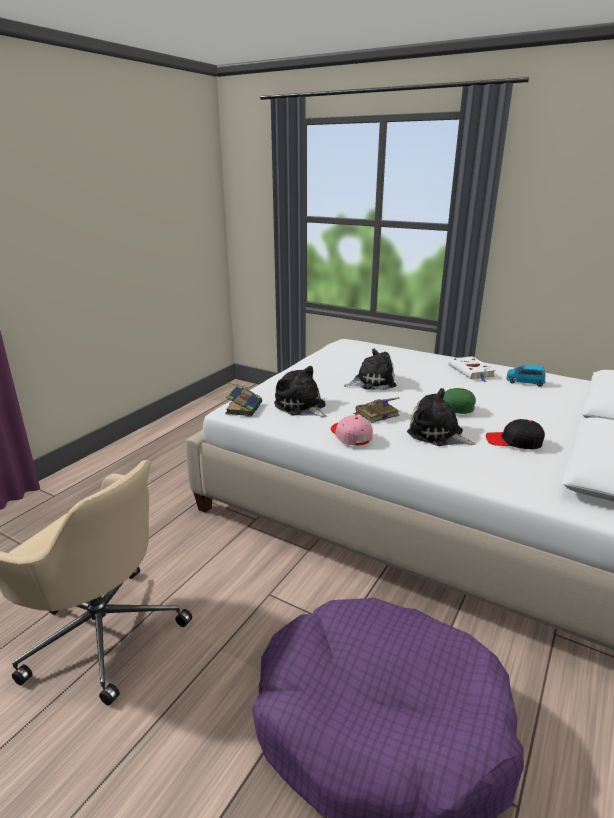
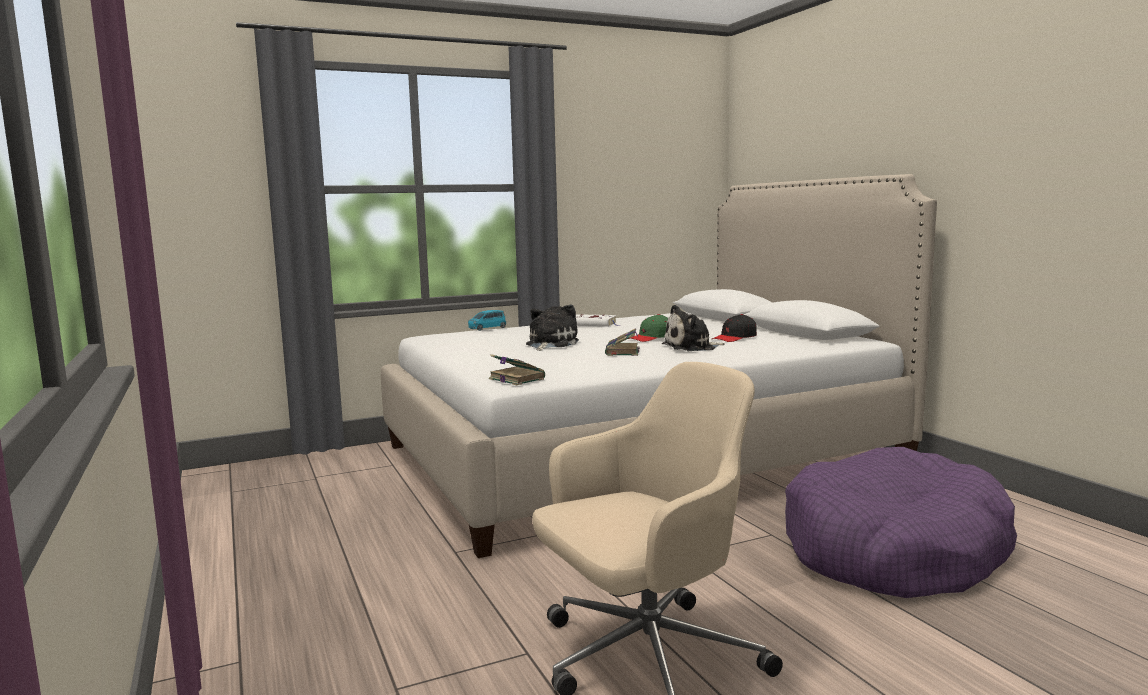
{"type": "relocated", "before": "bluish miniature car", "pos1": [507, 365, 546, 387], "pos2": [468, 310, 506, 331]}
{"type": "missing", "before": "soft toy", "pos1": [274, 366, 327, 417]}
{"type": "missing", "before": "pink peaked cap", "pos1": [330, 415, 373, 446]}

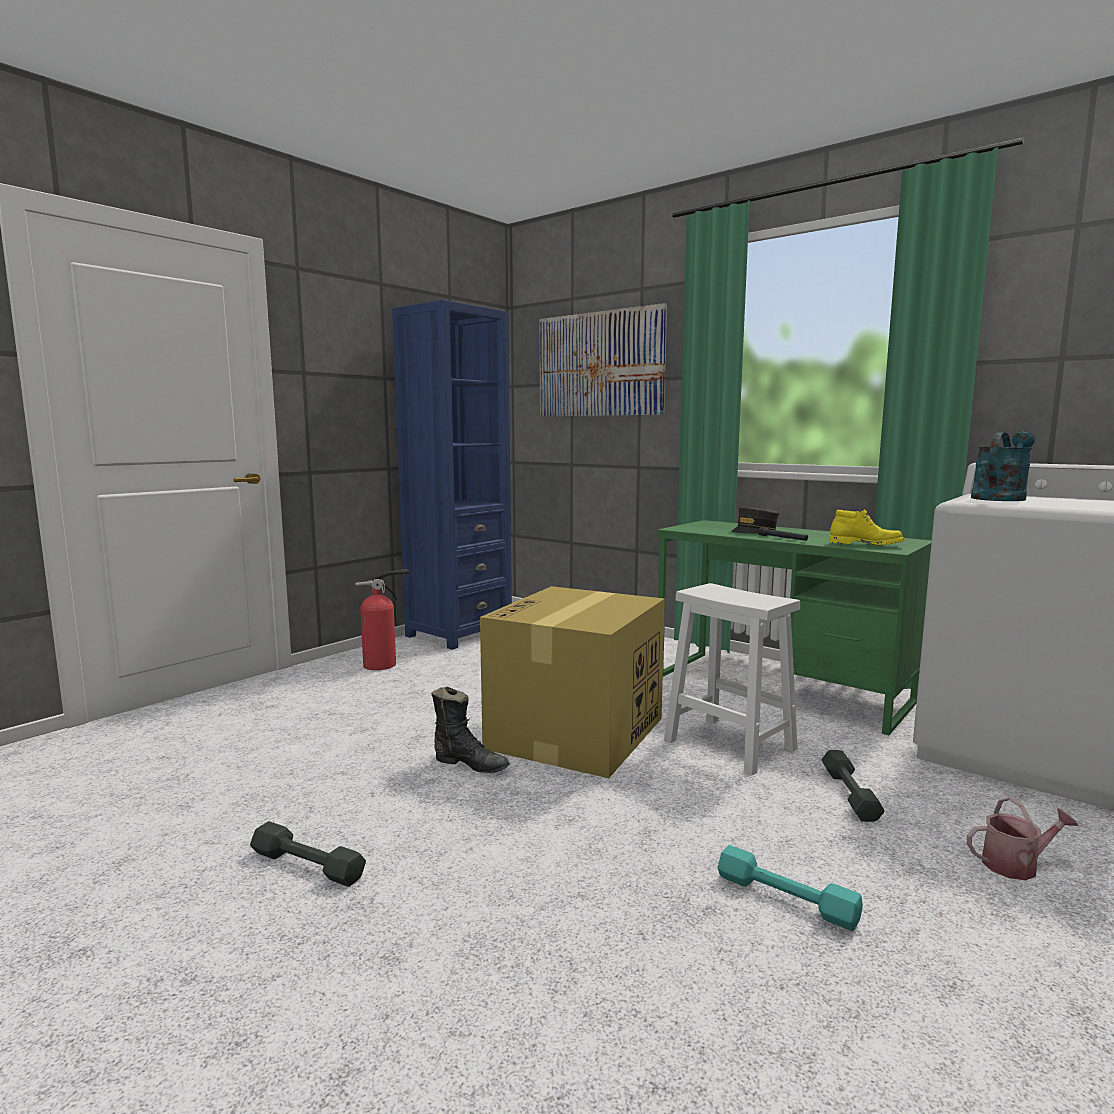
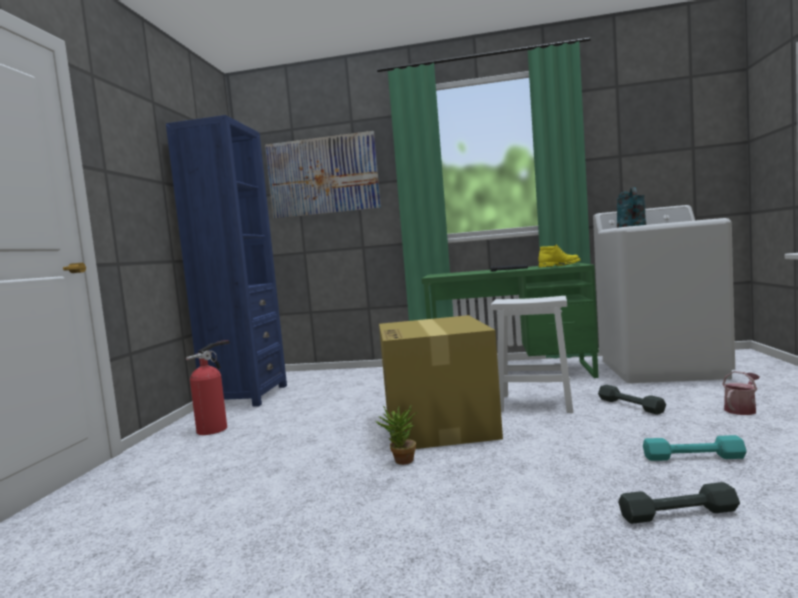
{"type": "missing", "before": "gray peaked cap", "pos1": [731, 507, 779, 534]}
{"type": "exchanged", "before": "black-coloured tall boot", "after": "potted plant", "pos1": [431, 687, 510, 773], "pos2": [375, 405, 417, 465]}
{"type": "relocated", "before": "gray hand weight", "pos1": [250, 821, 366, 887], "pos2": [618, 482, 740, 524]}

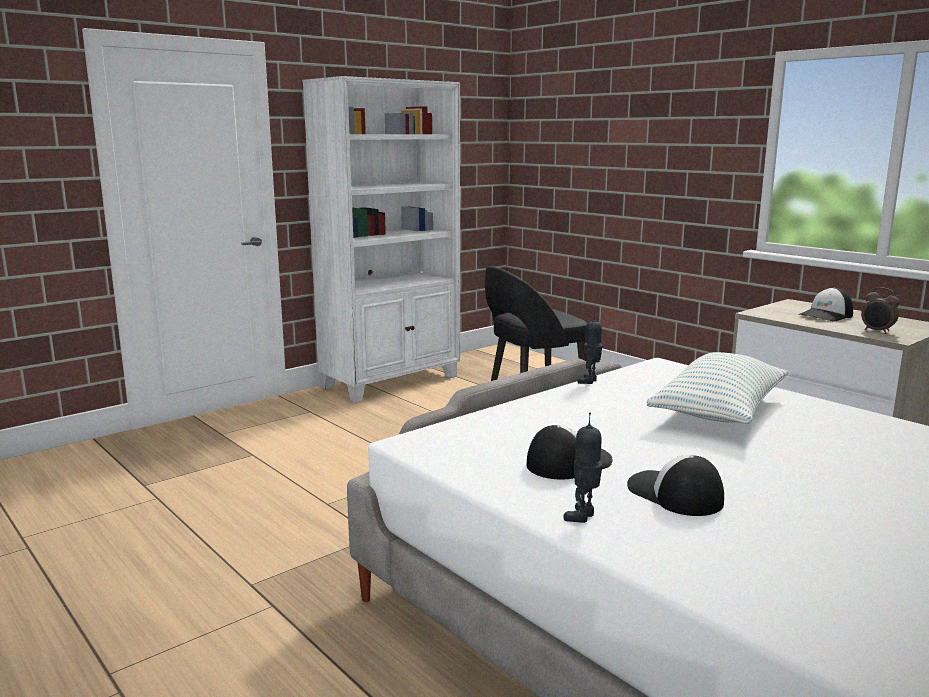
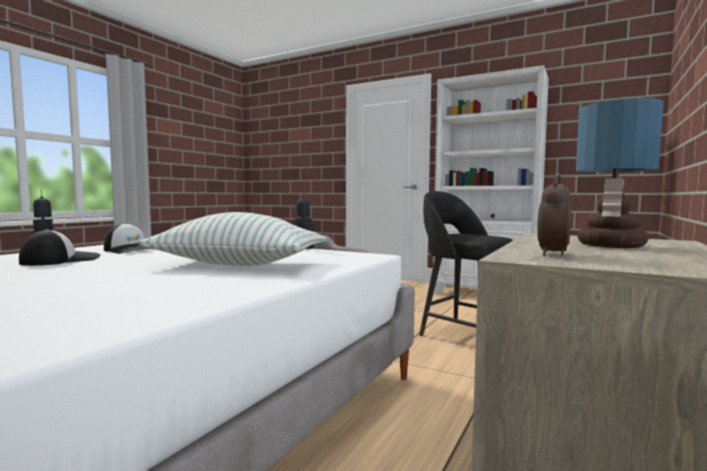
{"type": "exchanged", "before": "peaked cap", "after": "lamp for a table", "pos1": [798, 288, 853, 322], "pos2": [576, 98, 664, 248]}

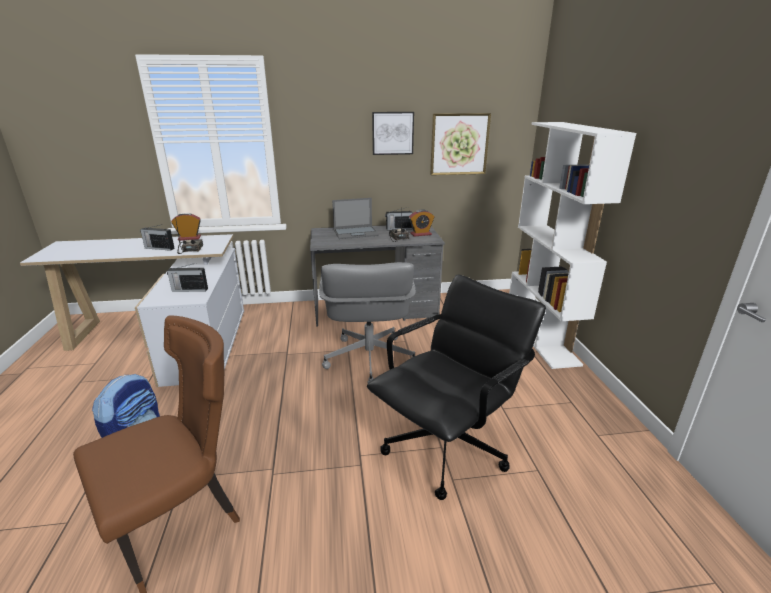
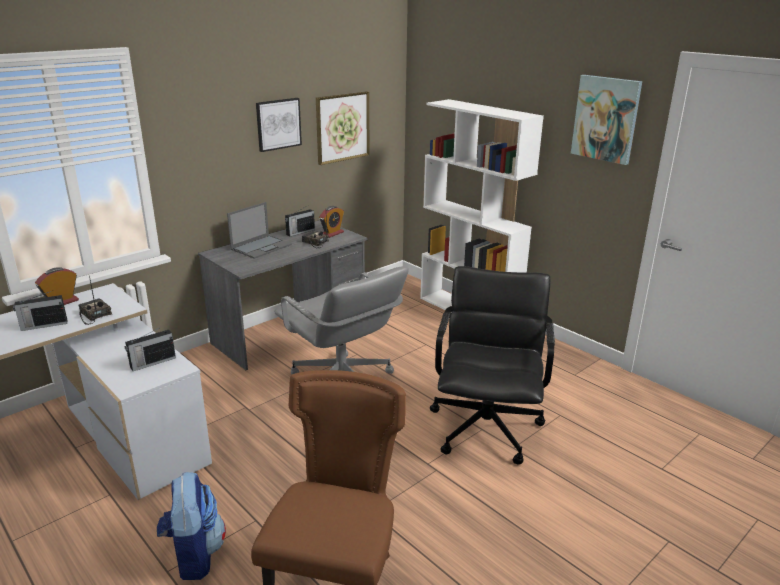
{"type": "appeared", "after": "wall art", "pos2": [571, 75, 642, 165]}

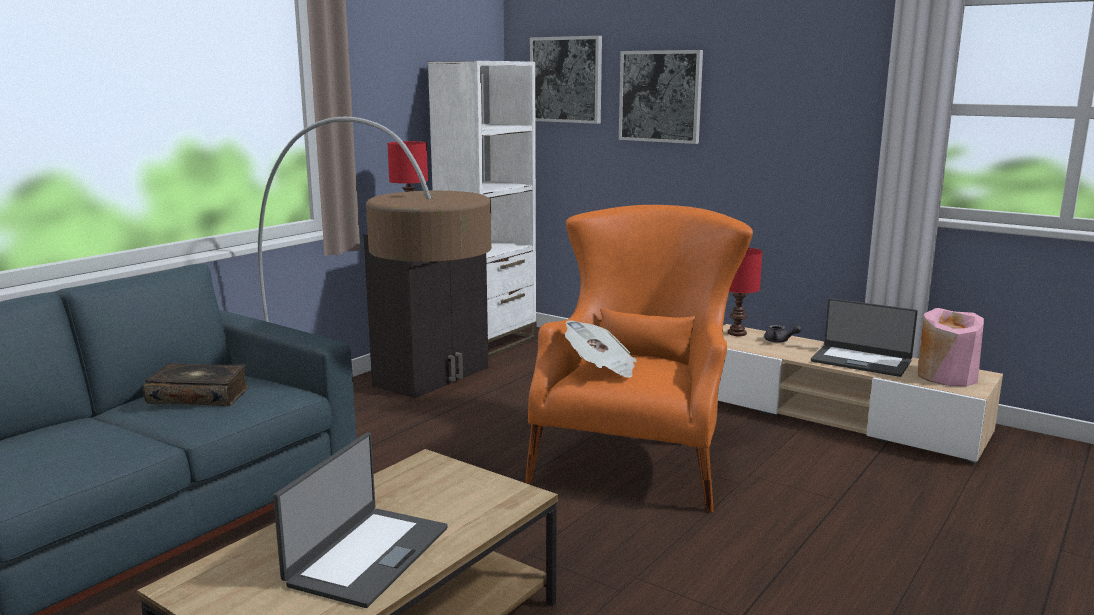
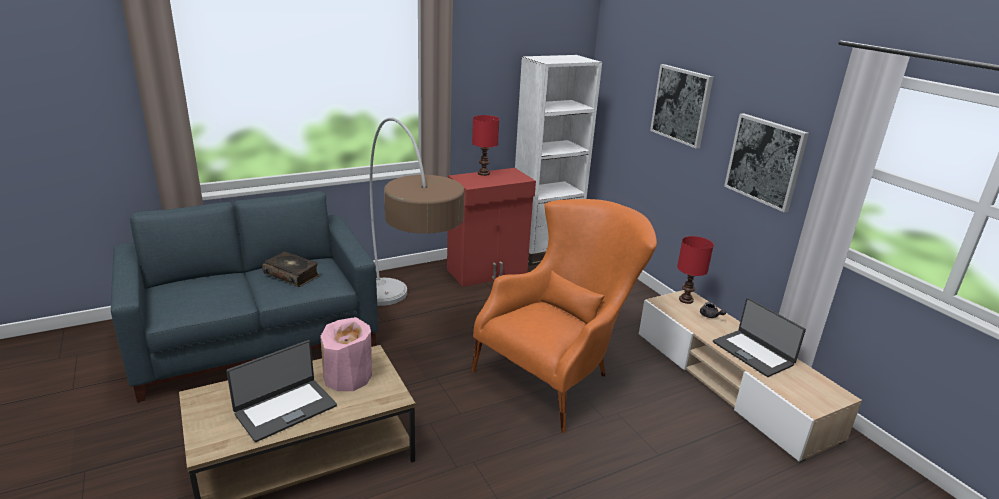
{"type": "relocated", "before": "wall art", "pos1": [530, 36, 602, 124], "pos2": [724, 113, 809, 212]}
{"type": "colour", "before": "black-coloured cupboard", "after": "red cupboard", "pos1": [363, 233, 488, 399], "pos2": [447, 168, 536, 287]}
{"type": "relocated", "before": "pink decorative vase", "pos1": [918, 308, 984, 386], "pos2": [320, 317, 372, 391]}
{"type": "missing", "before": "printed paper", "pos1": [564, 320, 637, 378]}

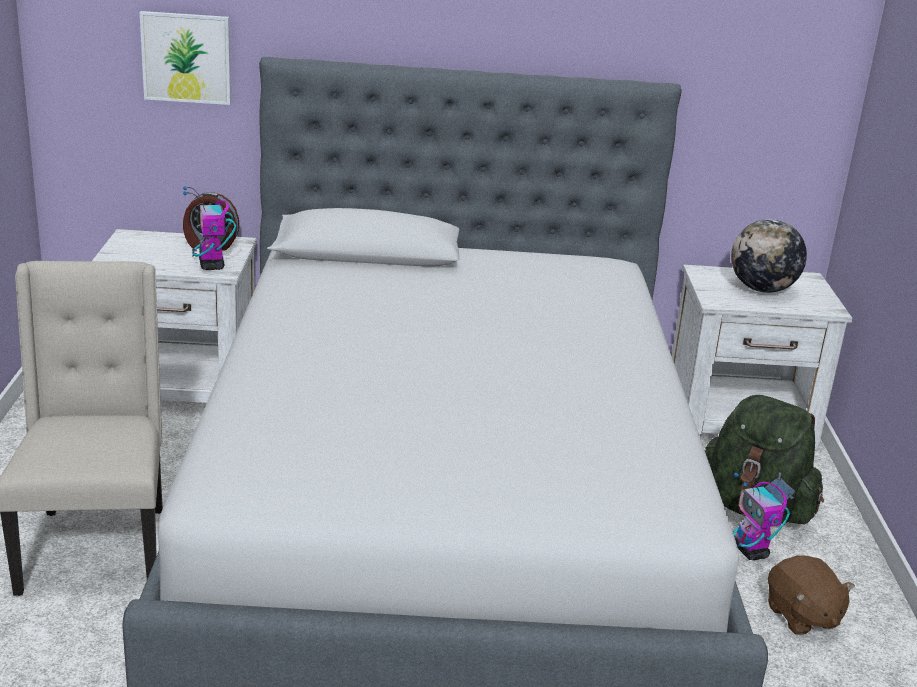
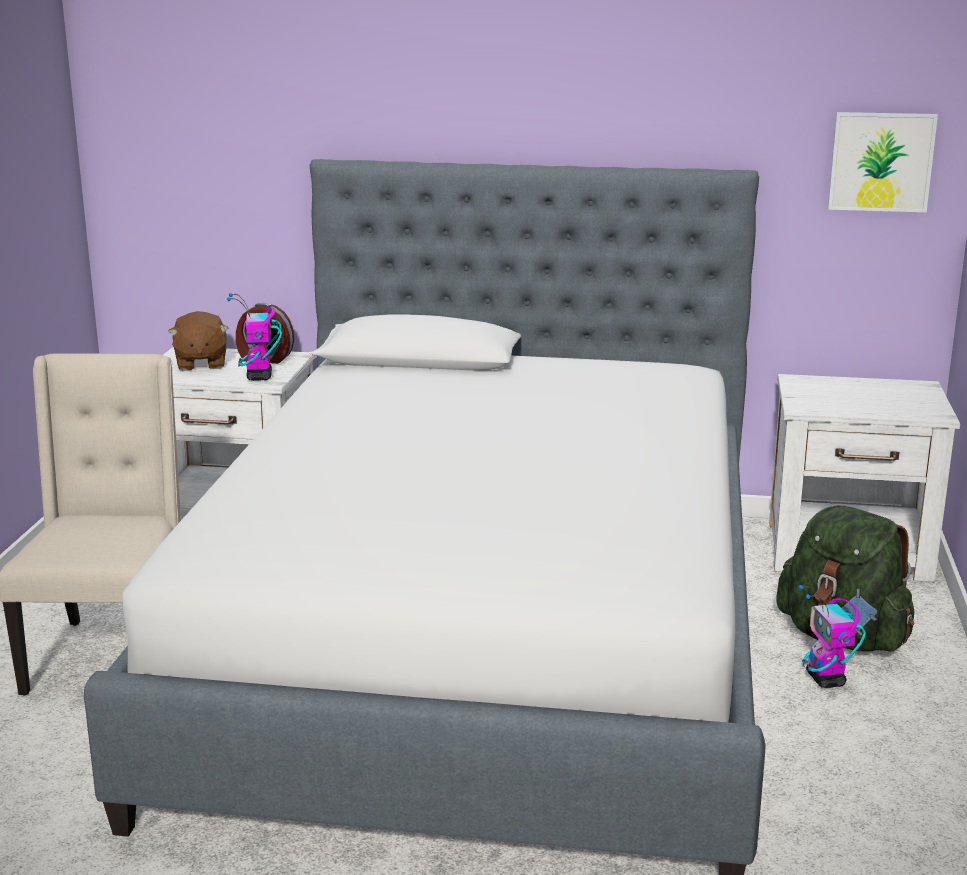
{"type": "relocated", "before": "wall art", "pos1": [140, 11, 231, 105], "pos2": [828, 112, 938, 212]}
{"type": "missing", "before": "globe", "pos1": [731, 219, 807, 293]}
{"type": "relocated", "before": "brownish soft toy", "pos1": [768, 555, 855, 635], "pos2": [168, 311, 228, 371]}

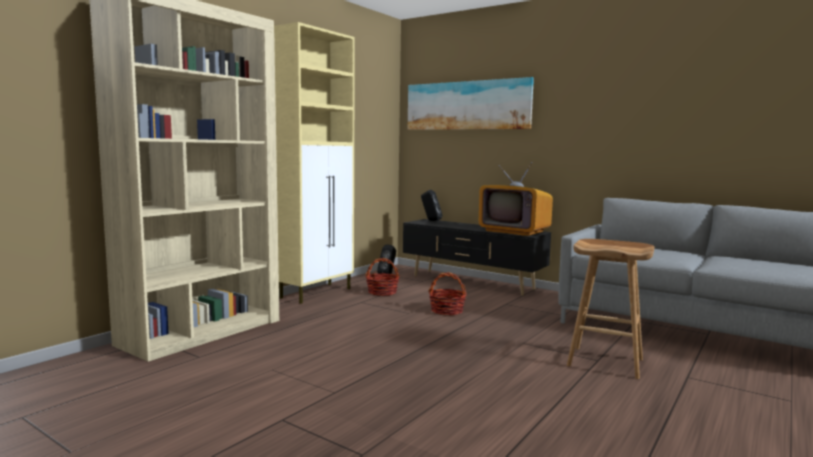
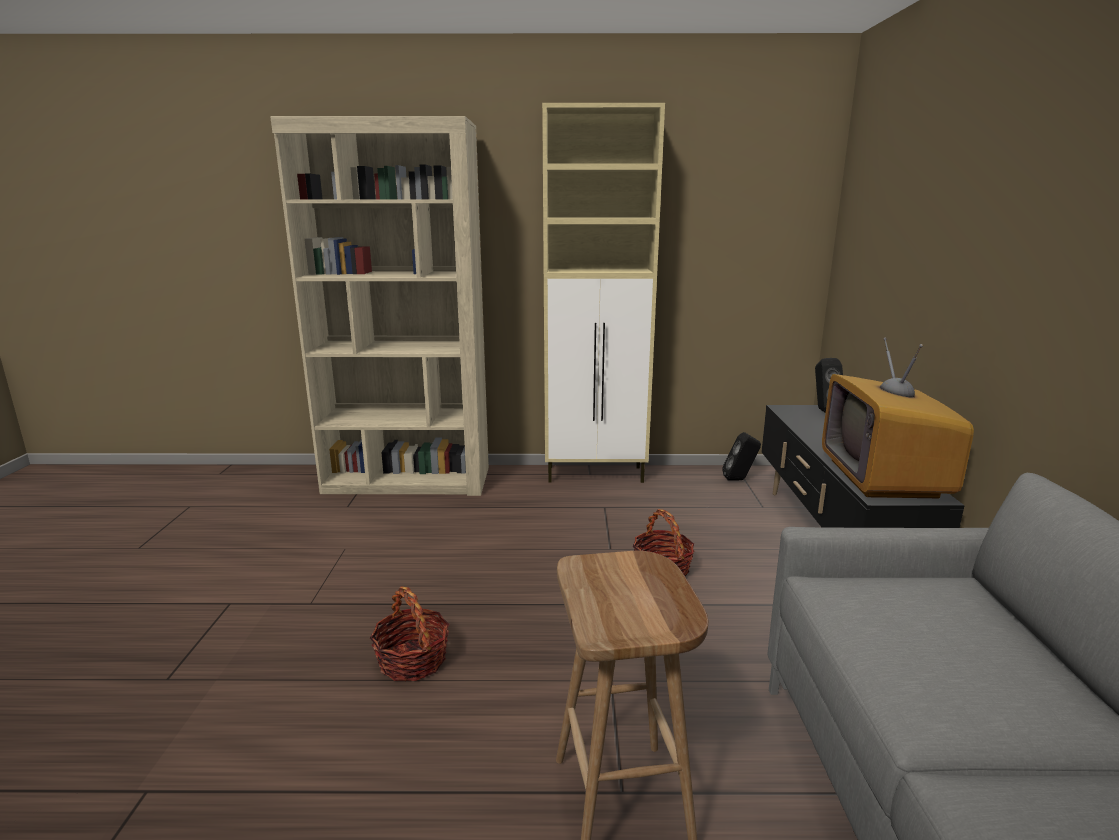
{"type": "missing", "before": "wall art", "pos1": [408, 77, 534, 130]}
{"type": "relocated", "before": "household basket", "pos1": [365, 258, 400, 296], "pos2": [370, 586, 449, 681]}

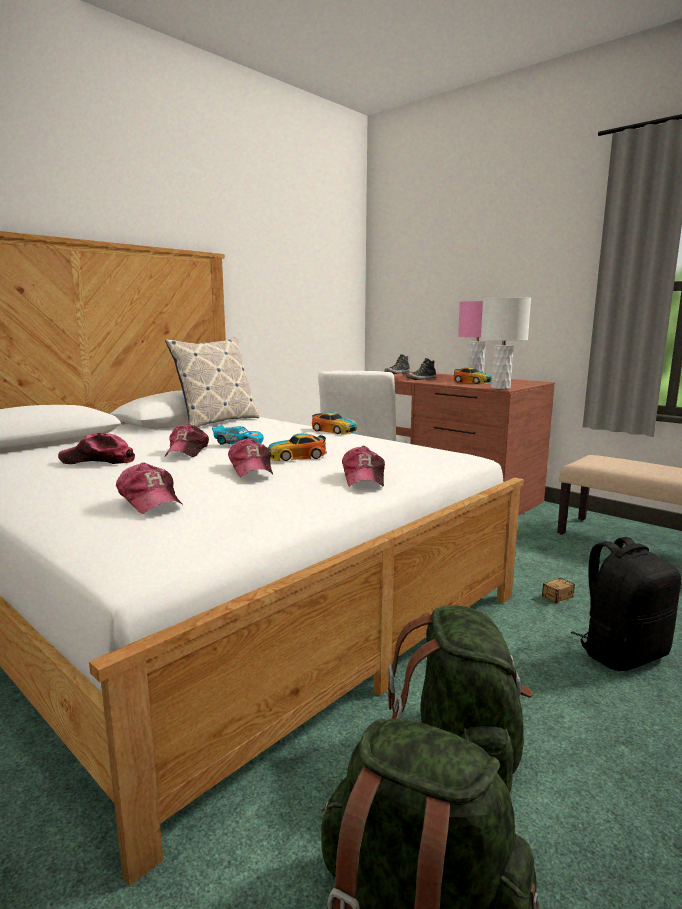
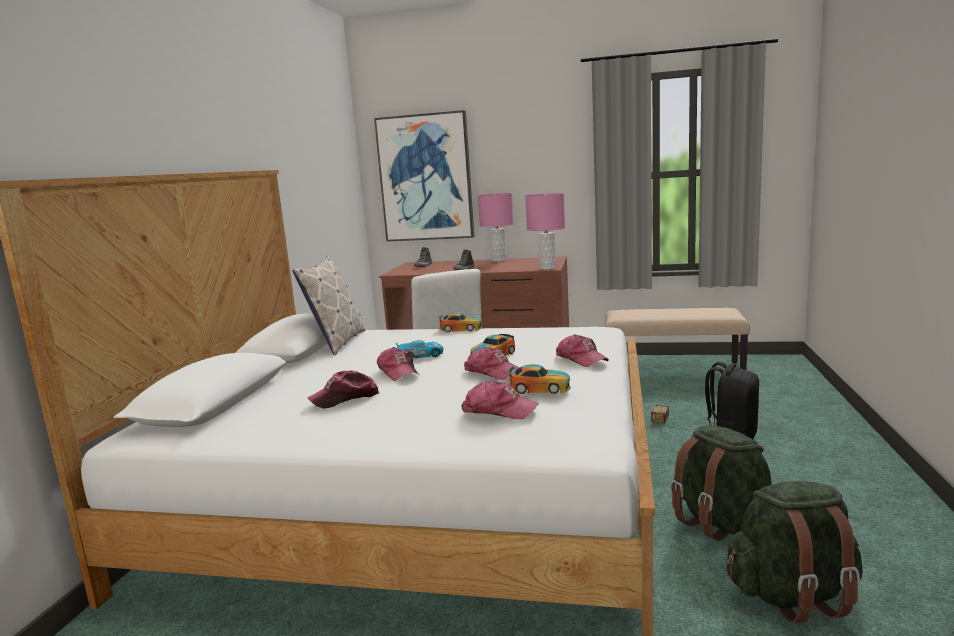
{"type": "colour", "before": "whitish lamp for a table", "after": "pink lamp for a table", "pos1": [481, 297, 531, 389], "pos2": [525, 193, 565, 270]}
{"type": "relocated", "before": "miniature car", "pos1": [453, 367, 491, 384], "pos2": [509, 364, 571, 394]}
{"type": "appeared", "after": "wall art", "pos2": [374, 110, 475, 242]}

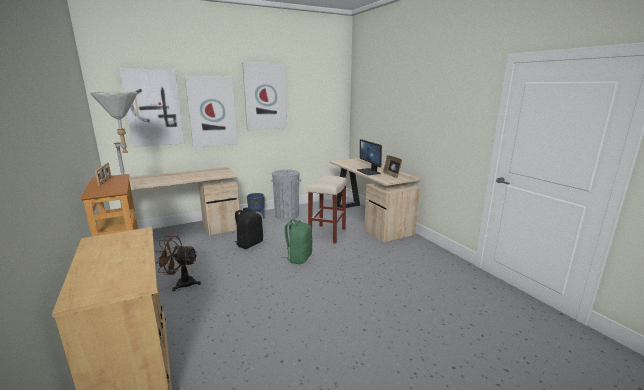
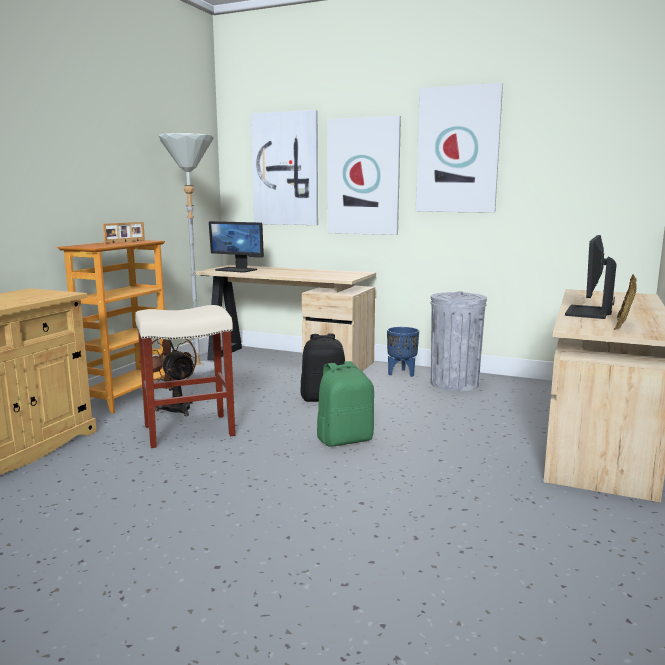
{"type": "relocated", "before": "sand-coloured stool seat", "pos1": [307, 175, 347, 244], "pos2": [135, 305, 235, 448]}
{"type": "appeared", "after": "computer display", "pos2": [209, 221, 264, 273]}

